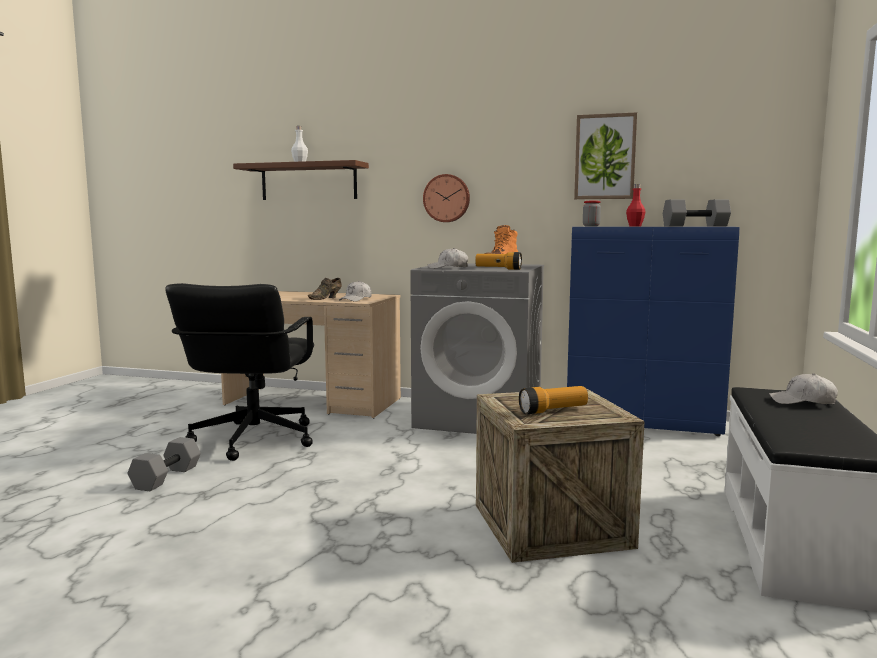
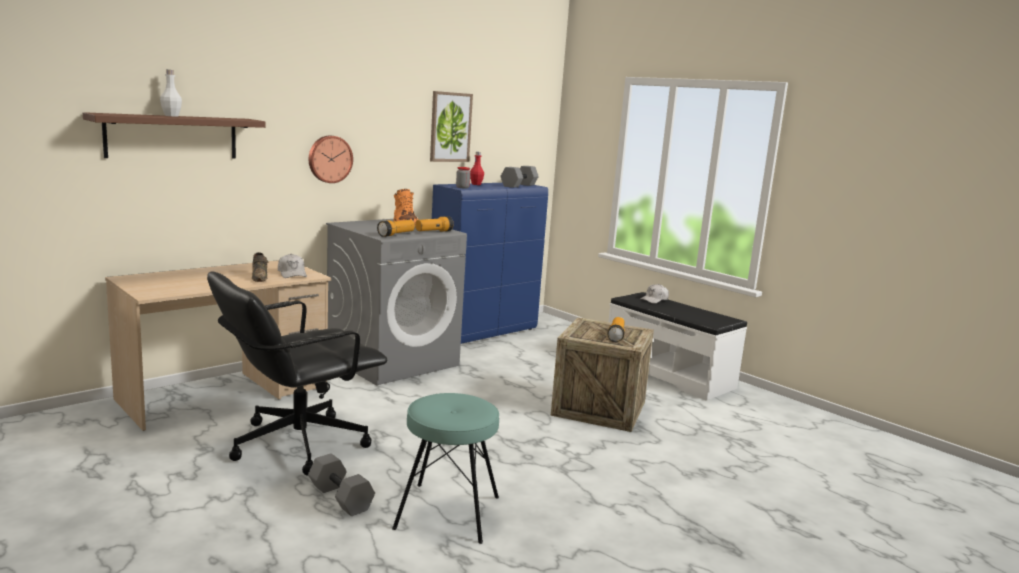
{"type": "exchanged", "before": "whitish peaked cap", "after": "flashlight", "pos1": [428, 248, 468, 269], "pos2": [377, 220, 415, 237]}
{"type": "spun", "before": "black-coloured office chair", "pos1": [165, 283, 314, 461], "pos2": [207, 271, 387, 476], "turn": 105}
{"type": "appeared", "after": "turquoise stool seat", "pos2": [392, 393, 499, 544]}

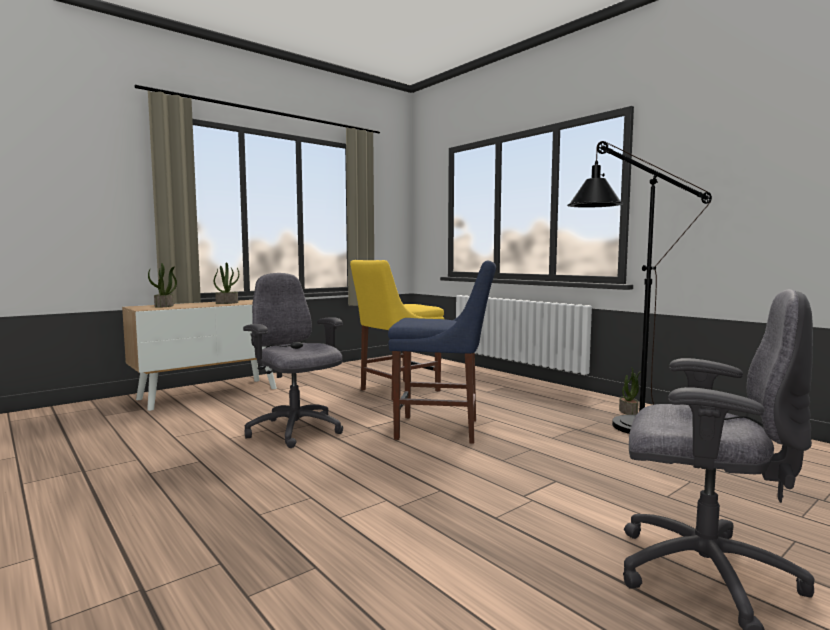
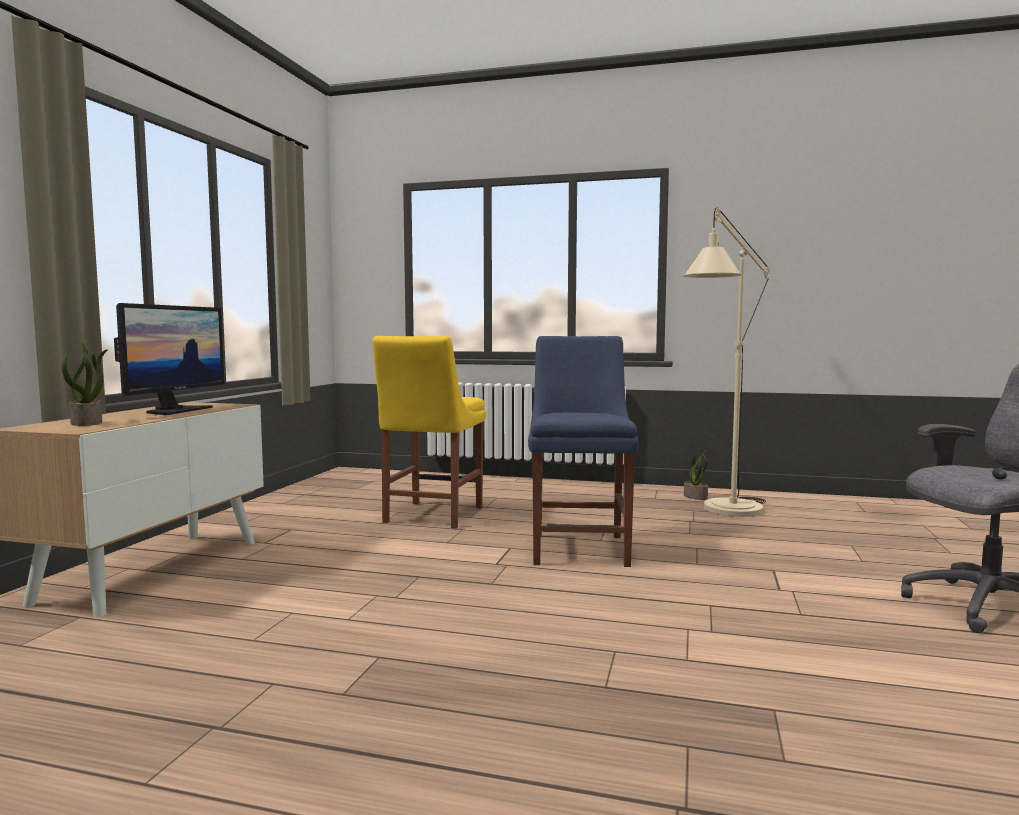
{"type": "colour", "before": "black-coloured standing lamp", "after": "sand-coloured standing lamp", "pos1": [567, 141, 712, 434], "pos2": [683, 208, 770, 517]}
{"type": "spun", "before": "bluish upright chair", "pos1": [388, 261, 496, 444], "pos2": [528, 336, 639, 567], "turn": -60}
{"type": "exchanged", "before": "potted plant", "after": "computer display", "pos1": [214, 262, 239, 304], "pos2": [114, 303, 224, 415]}
{"type": "missing", "before": "gray office chair", "pos1": [243, 273, 343, 448]}

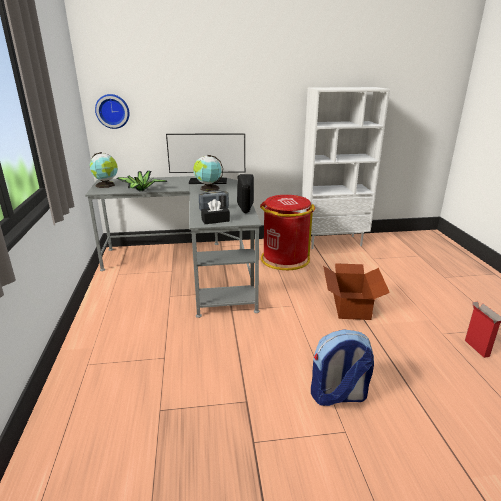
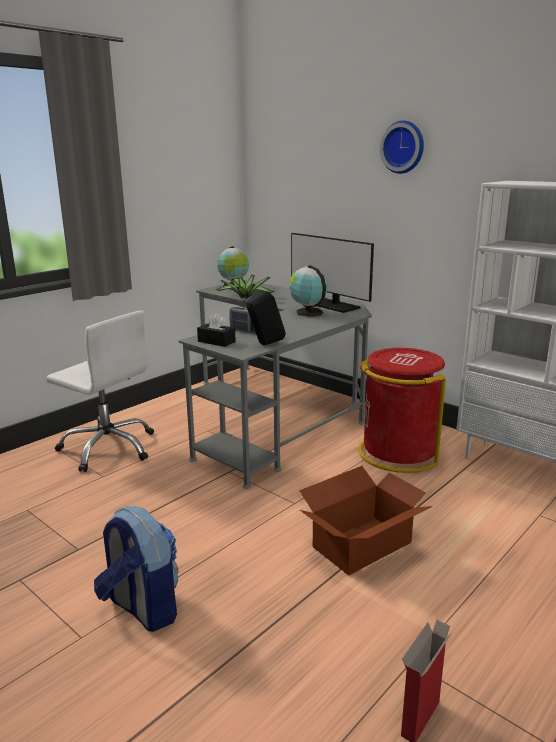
{"type": "relocated", "before": "clock on the wall", "pos1": [95, 94, 130, 129], "pos2": [380, 120, 424, 174]}
{"type": "appeared", "after": "whitish office chair", "pos2": [46, 310, 154, 472]}

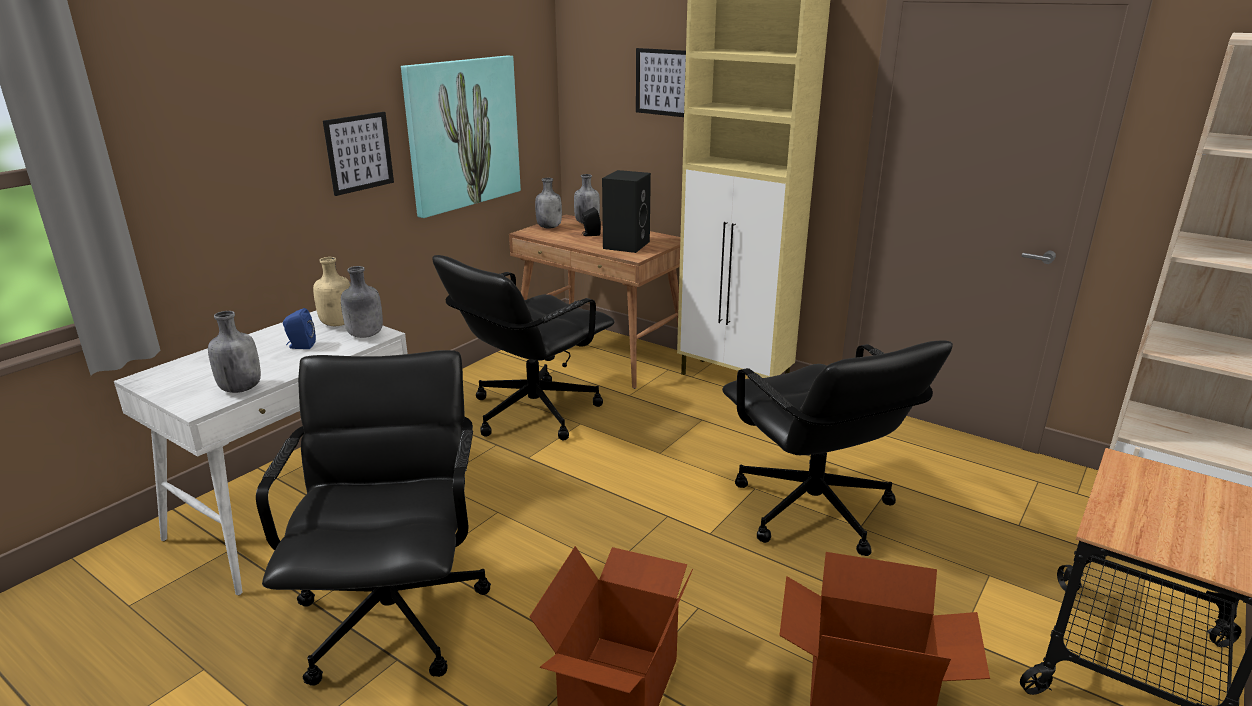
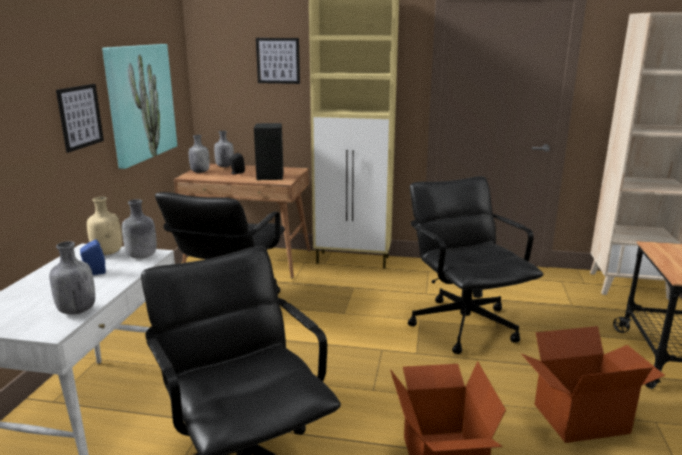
{"type": "spun", "before": "black-coloured office chair", "pos1": [722, 340, 953, 556], "pos2": [408, 176, 543, 354], "turn": -150}

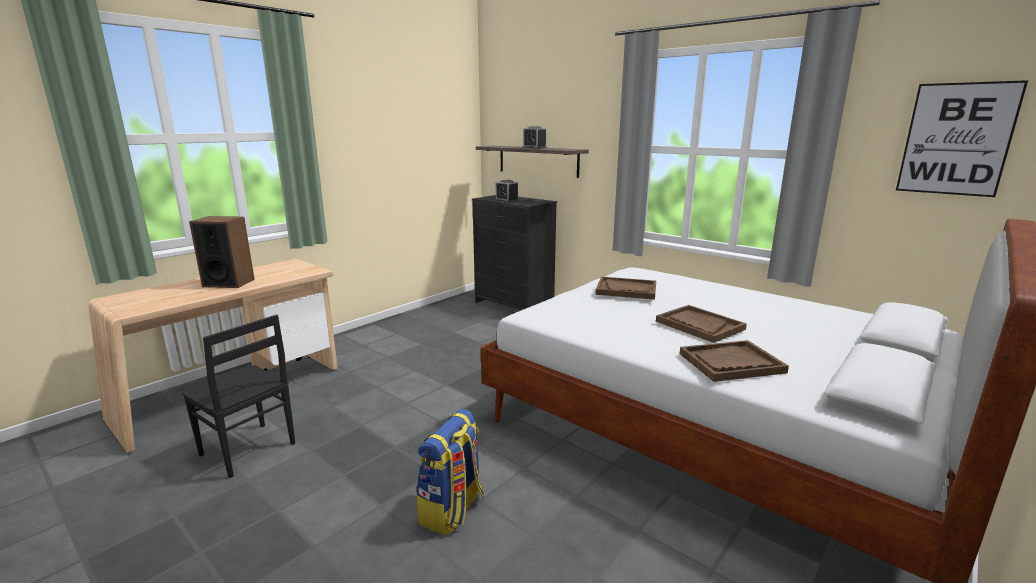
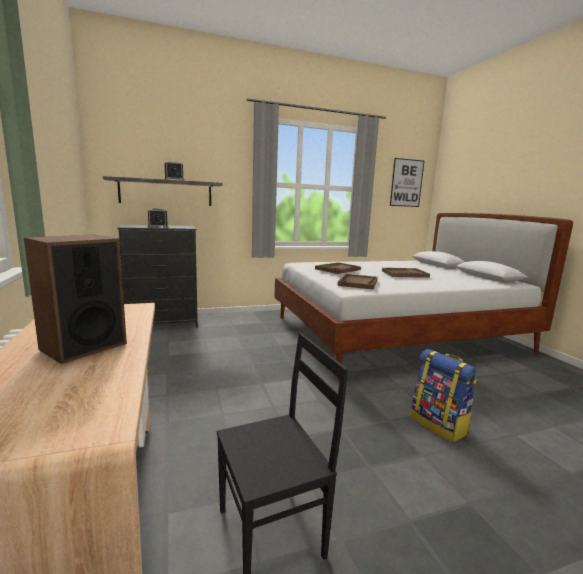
{"type": "relocated", "before": "brownish serving tray", "pos1": [680, 340, 789, 382], "pos2": [337, 274, 378, 290]}

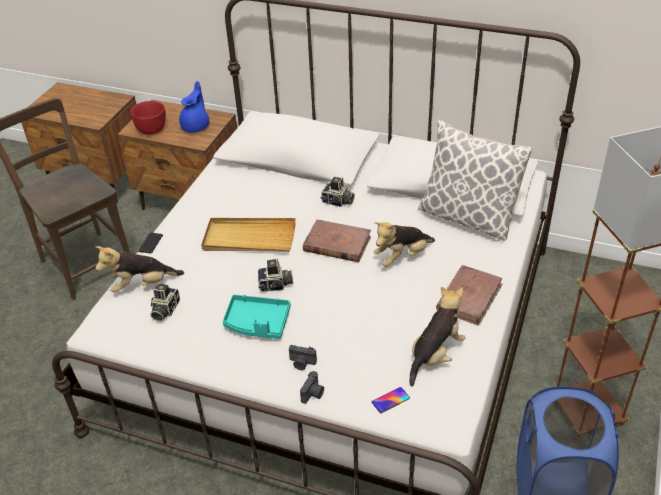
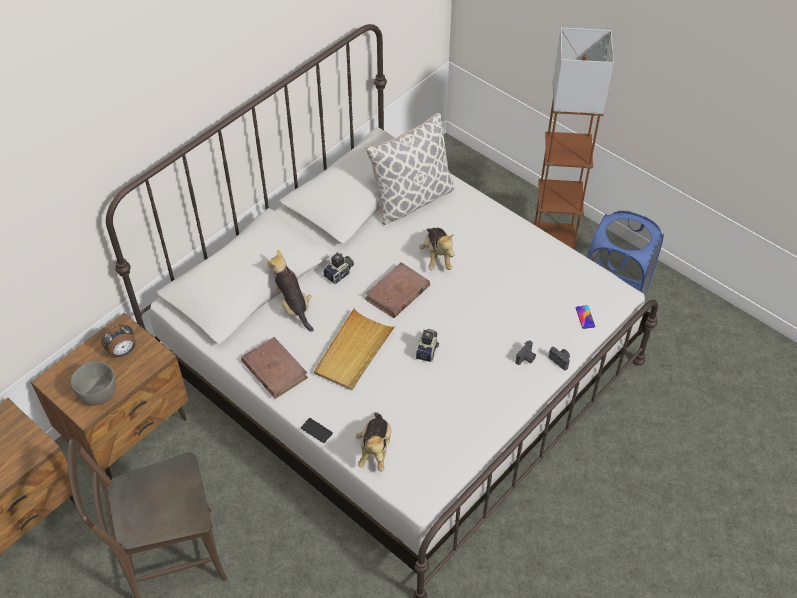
{"type": "exchanged", "before": "bluish teapot", "after": "table clock", "pos1": [179, 81, 209, 133], "pos2": [101, 324, 136, 357]}
{"type": "colour", "before": "red bowl", "after": "gray bowl", "pos1": [131, 101, 166, 134], "pos2": [71, 361, 116, 406]}
{"type": "relocated", "before": "brownish book", "pos1": [436, 265, 503, 326], "pos2": [241, 337, 308, 399]}
{"type": "missing", "before": "photo camera", "pos1": [150, 283, 180, 322]}
{"type": "relocated", "before": "soft toy", "pos1": [409, 287, 465, 386], "pos2": [267, 250, 314, 332]}
{"type": "missing", "before": "turquoise serving tray", "pos1": [223, 295, 291, 339]}

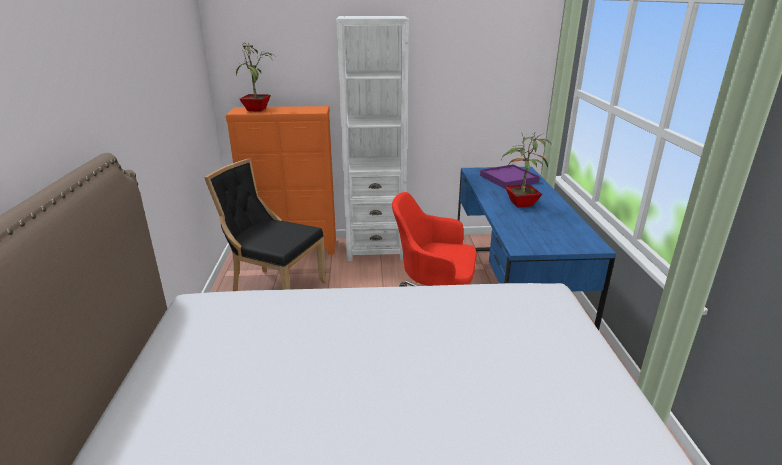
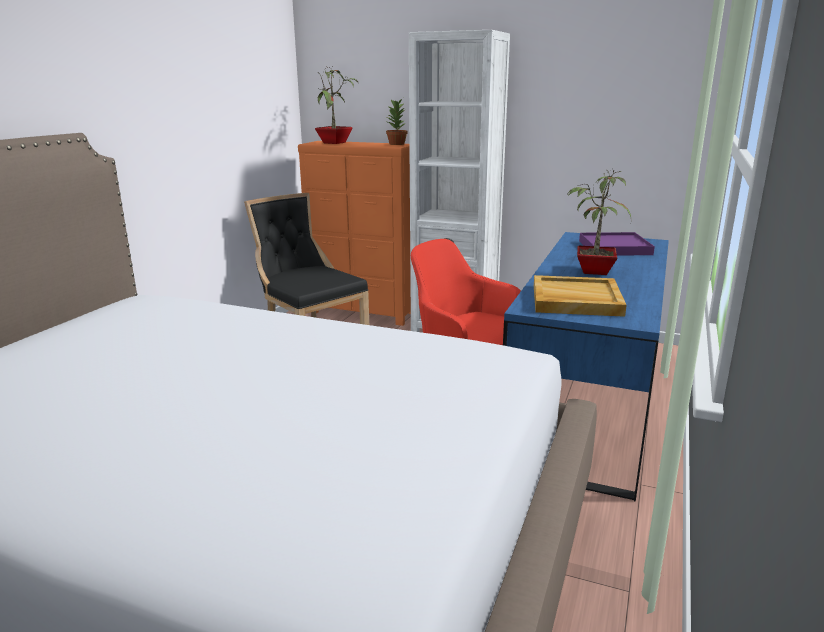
{"type": "appeared", "after": "potted plant", "pos2": [386, 99, 408, 145]}
{"type": "appeared", "after": "sand-coloured serving tray", "pos2": [534, 275, 627, 317]}

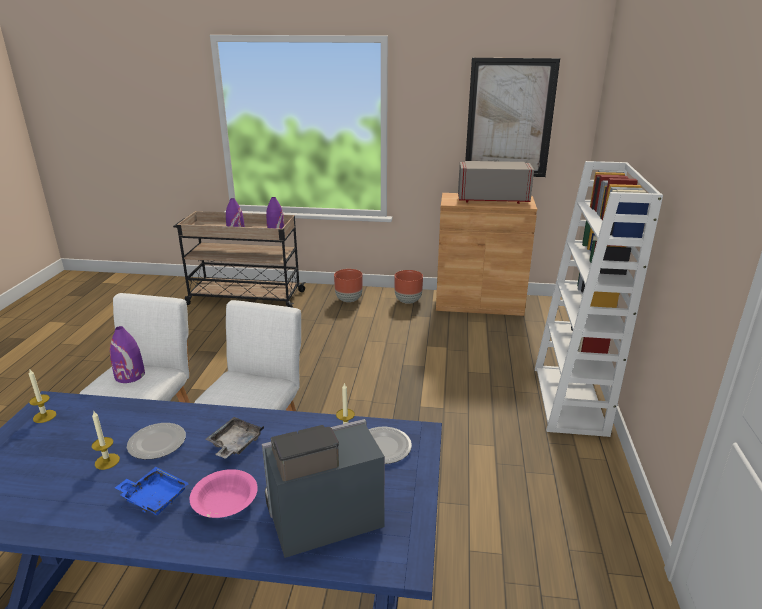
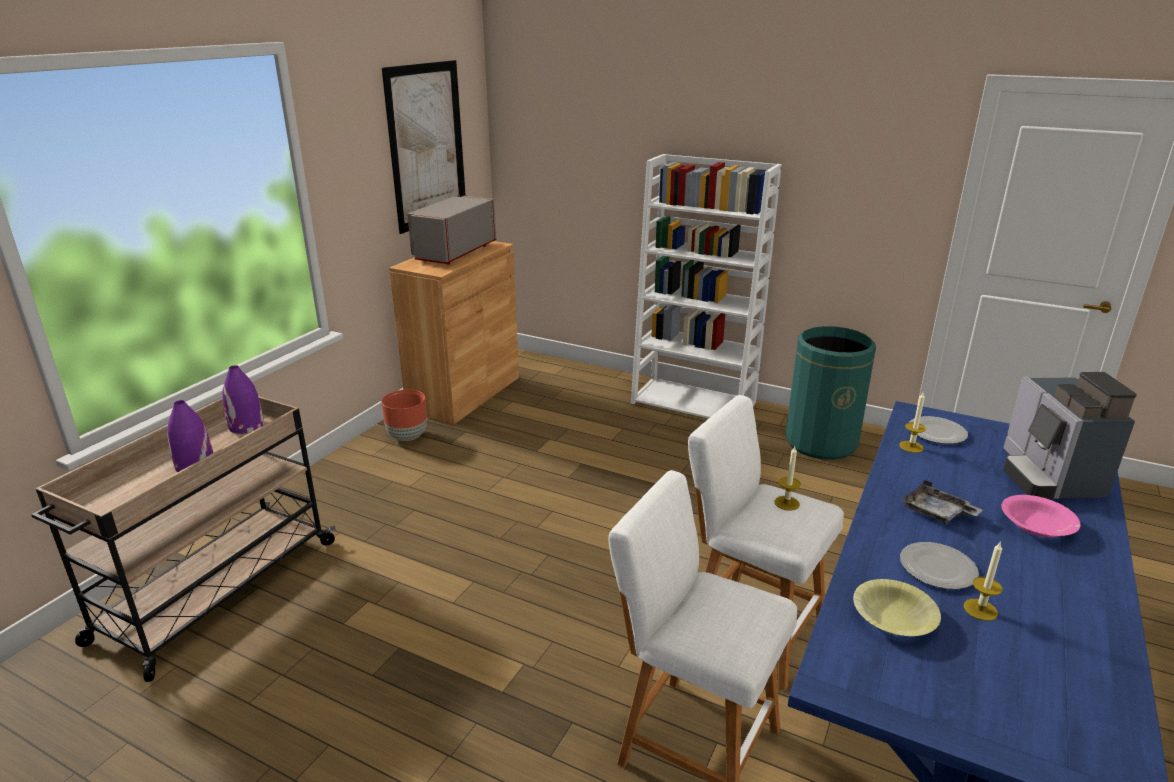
{"type": "missing", "before": "brownish flower pot", "pos1": [334, 269, 363, 302]}
{"type": "missing", "before": "purple decorative vase", "pos1": [110, 326, 145, 383]}
{"type": "relocated", "before": "wax light", "pos1": [29, 370, 56, 423], "pos2": [774, 447, 801, 511]}
{"type": "missing", "before": "bluish serving tray", "pos1": [115, 467, 190, 515]}
{"type": "appeared", "after": "green-coloured waste bin", "pos2": [786, 326, 876, 460]}
{"type": "appeared", "after": "yellow-coloured bowl", "pos2": [853, 579, 941, 636]}

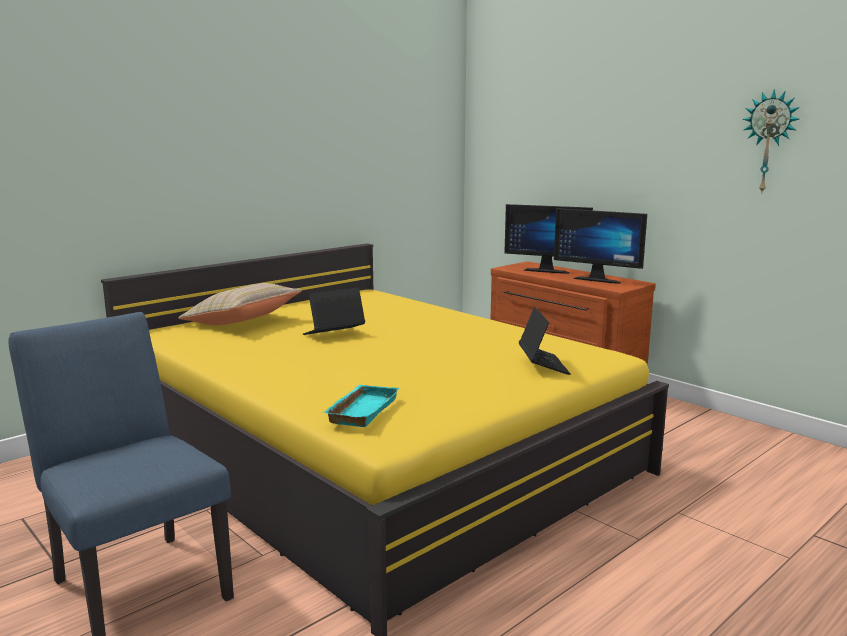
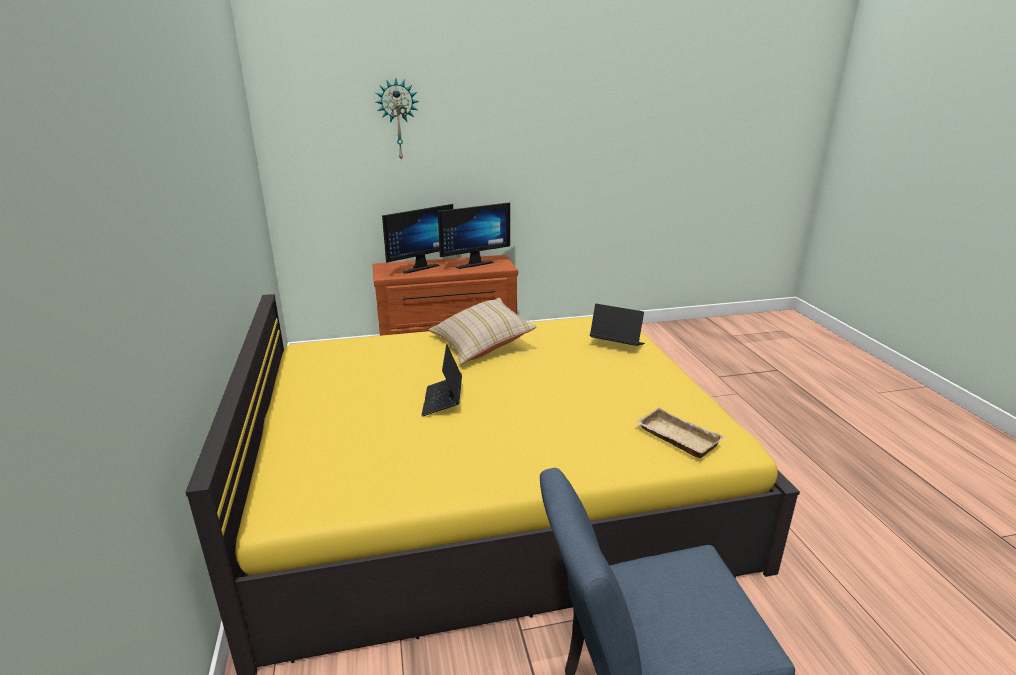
{"type": "relocated", "before": "clock on the wall", "pos1": [742, 89, 800, 194], "pos2": [376, 78, 419, 161]}
{"type": "relocated", "before": "sand-coloured cushion", "pos1": [178, 283, 302, 325], "pos2": [428, 298, 536, 364]}
{"type": "colour", "before": "turquoise serving tray", "after": "sand-coloured serving tray", "pos1": [322, 385, 399, 427], "pos2": [636, 408, 724, 458]}

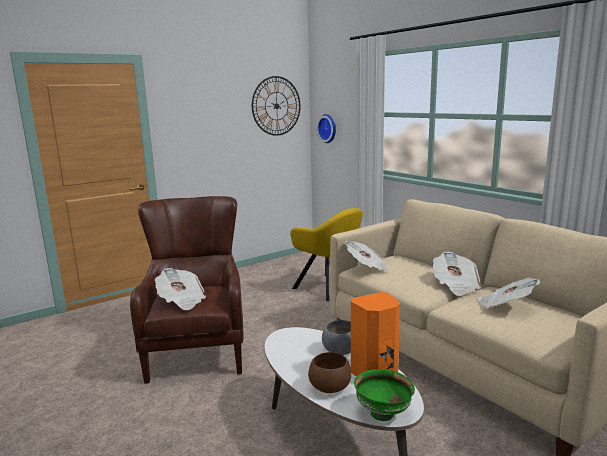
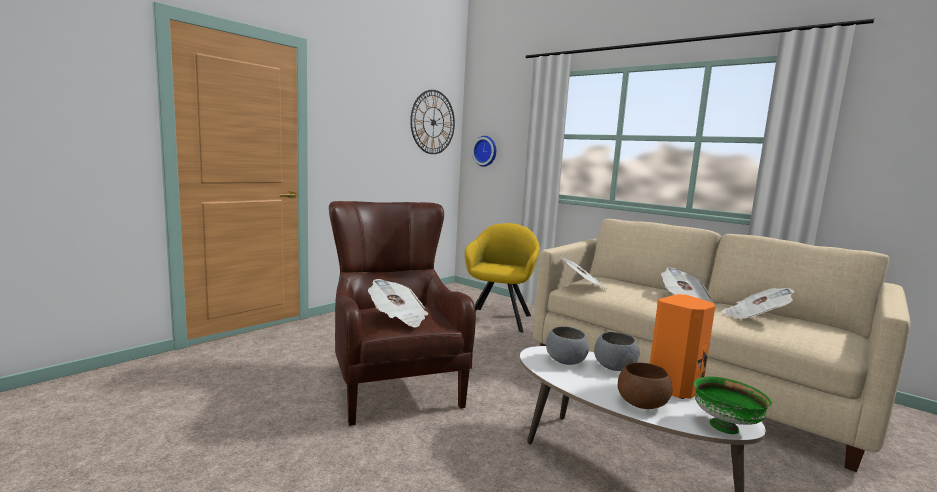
{"type": "spun", "before": "yellow-coloured easy chair", "pos1": [290, 208, 363, 301], "pos2": [465, 223, 540, 332], "turn": -105}
{"type": "appeared", "after": "gray bowl", "pos2": [546, 326, 589, 365]}

